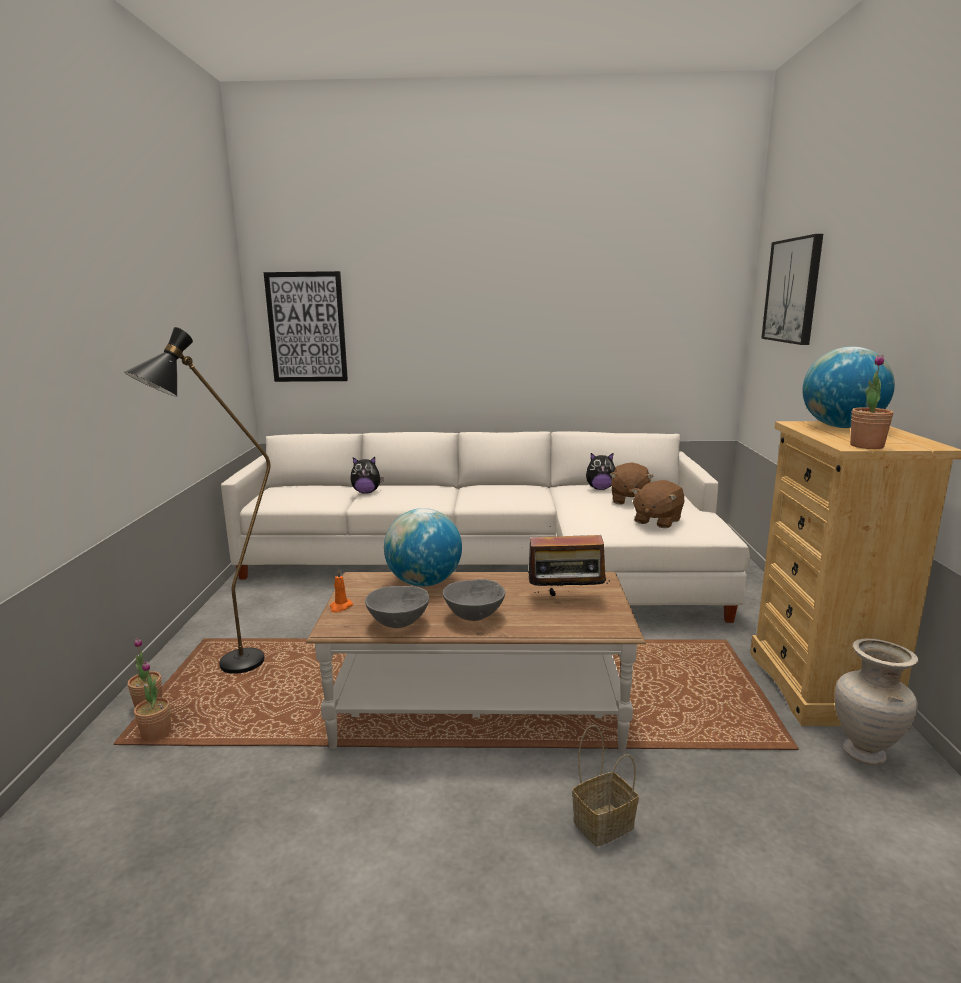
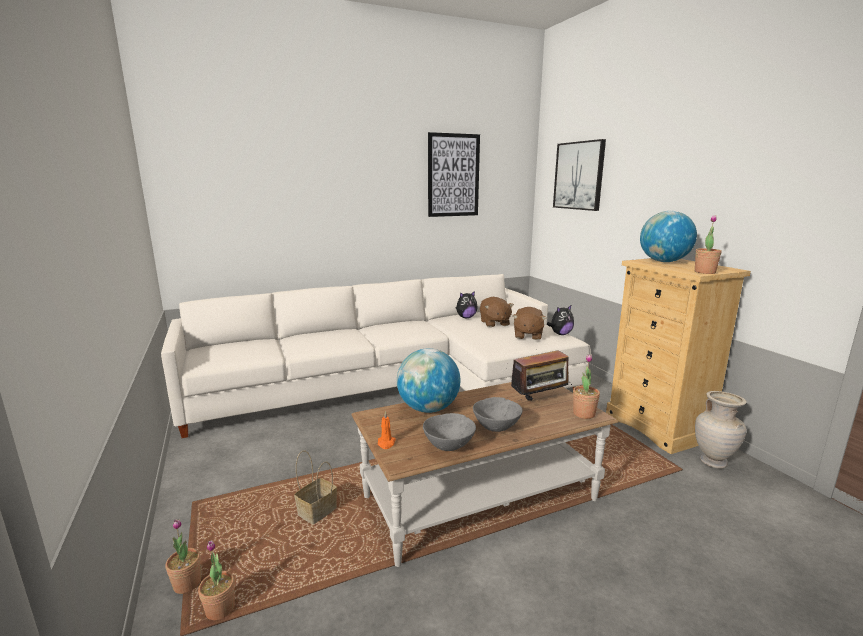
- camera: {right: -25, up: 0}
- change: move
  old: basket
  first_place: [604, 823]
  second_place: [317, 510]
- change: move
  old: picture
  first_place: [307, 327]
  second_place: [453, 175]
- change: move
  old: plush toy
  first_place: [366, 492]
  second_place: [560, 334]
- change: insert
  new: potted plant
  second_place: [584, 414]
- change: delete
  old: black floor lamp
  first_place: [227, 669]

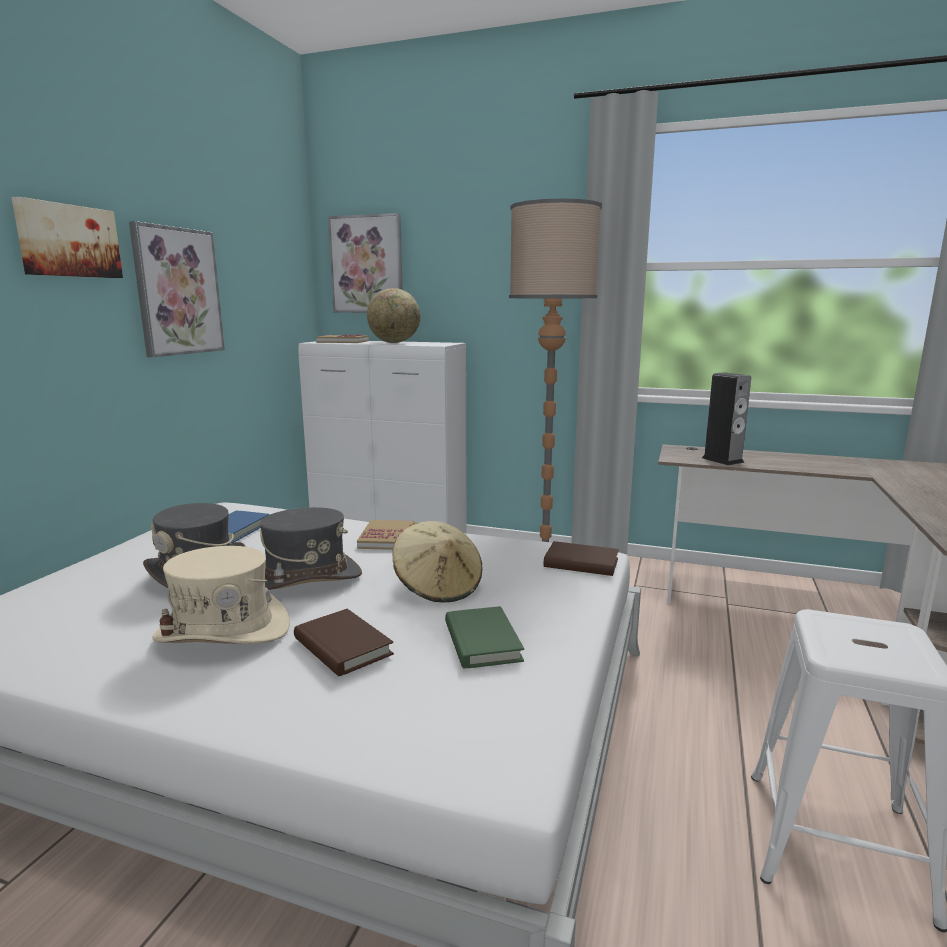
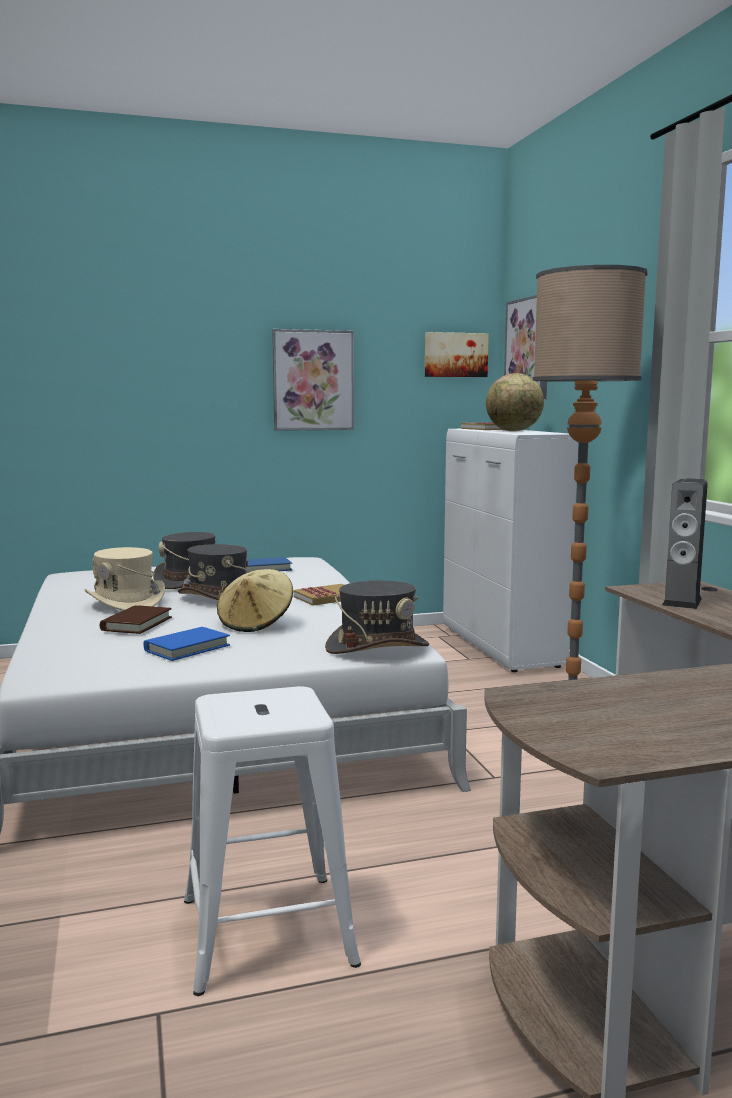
- camera: {right: 55, up: -5}
- change: recolor
  old: green book
  new: blue book
  first_place: [482, 642]
  second_place: [187, 648]
- change: replace
  old: brown book
  new: grey hat
  first_place: [581, 563]
  second_place: [377, 647]
- change: move
  old: picture
  first_place: [68, 241]
  second_place: [455, 355]

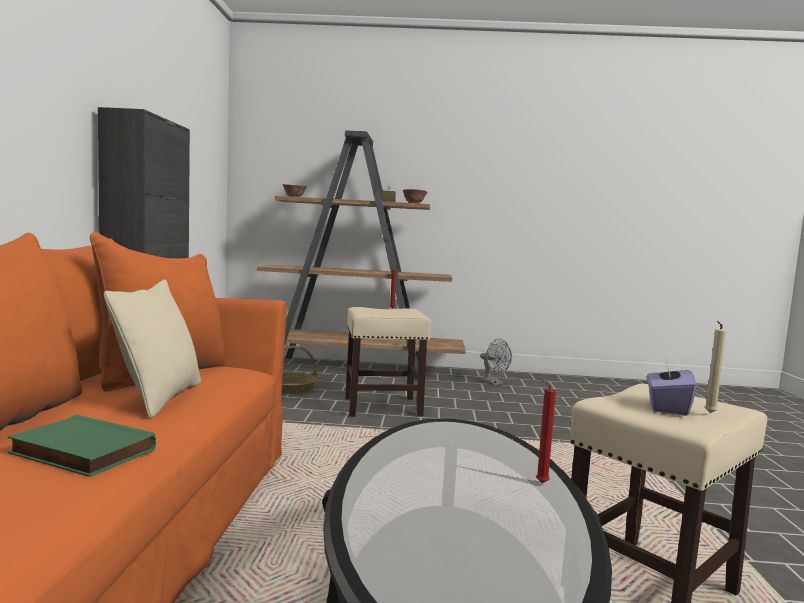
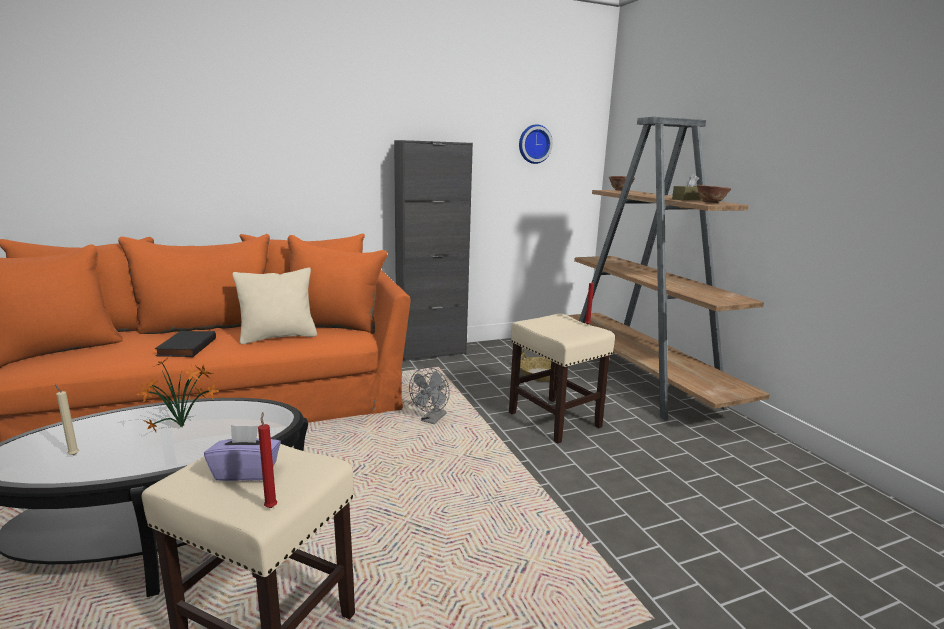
- camera: {right: 65, up: 10}
- change: move
  old: beige candle
  first_place: [709, 413]
  second_place: [73, 454]
- change: insert
  new: potted plant
  second_place: [184, 426]
- change: recolor
  old: green book
  new: black book
  first_place: [80, 453]
  second_place: [186, 347]
- change: move
  old: red candle
  first_place: [539, 483]
  second_place: [271, 506]
- change: move
  old: grey fan
  first_place: [493, 383]
  second_place: [431, 420]
- change: insert
  new: wall clock
  second_place: [534, 144]

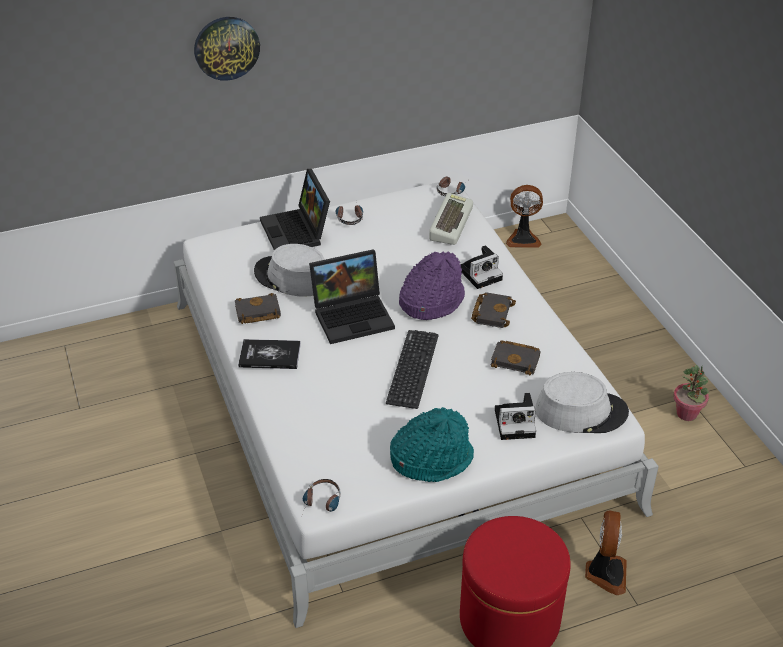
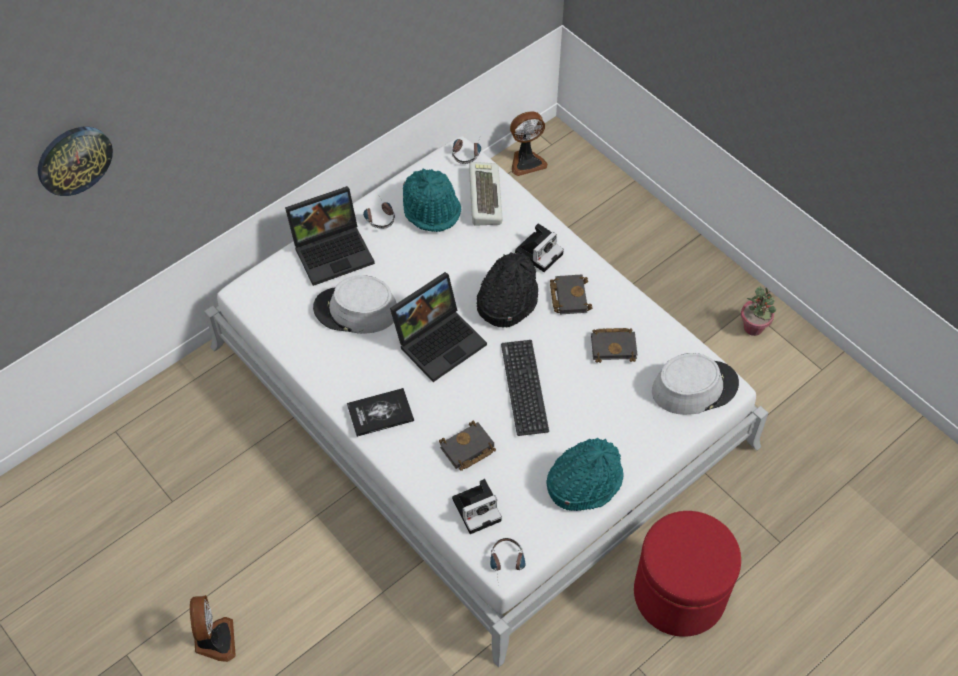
- camera: {right: -20, up: 15}
- change: move
  old: wall clock
  first_place: [226, 48]
  second_place: [74, 160]
- change: move
  old: fan
  first_place: [605, 573]
  second_place: [214, 641]
- change: rotate
  old: laptop
  first_place: [297, 232]
  second_place: [333, 250]
  degrees: -75
- change: insert
  new: turquoise hat
  second_place: [431, 208]
- change: move
  old: black book
  first_place: [257, 313]
  second_place: [467, 450]
- change: move
  old: photo camera
  first_place: [516, 422]
  second_place: [478, 508]
- change: recolor
  old: purple hat
  new: black hat
  first_place: [431, 301]
  second_place: [506, 300]

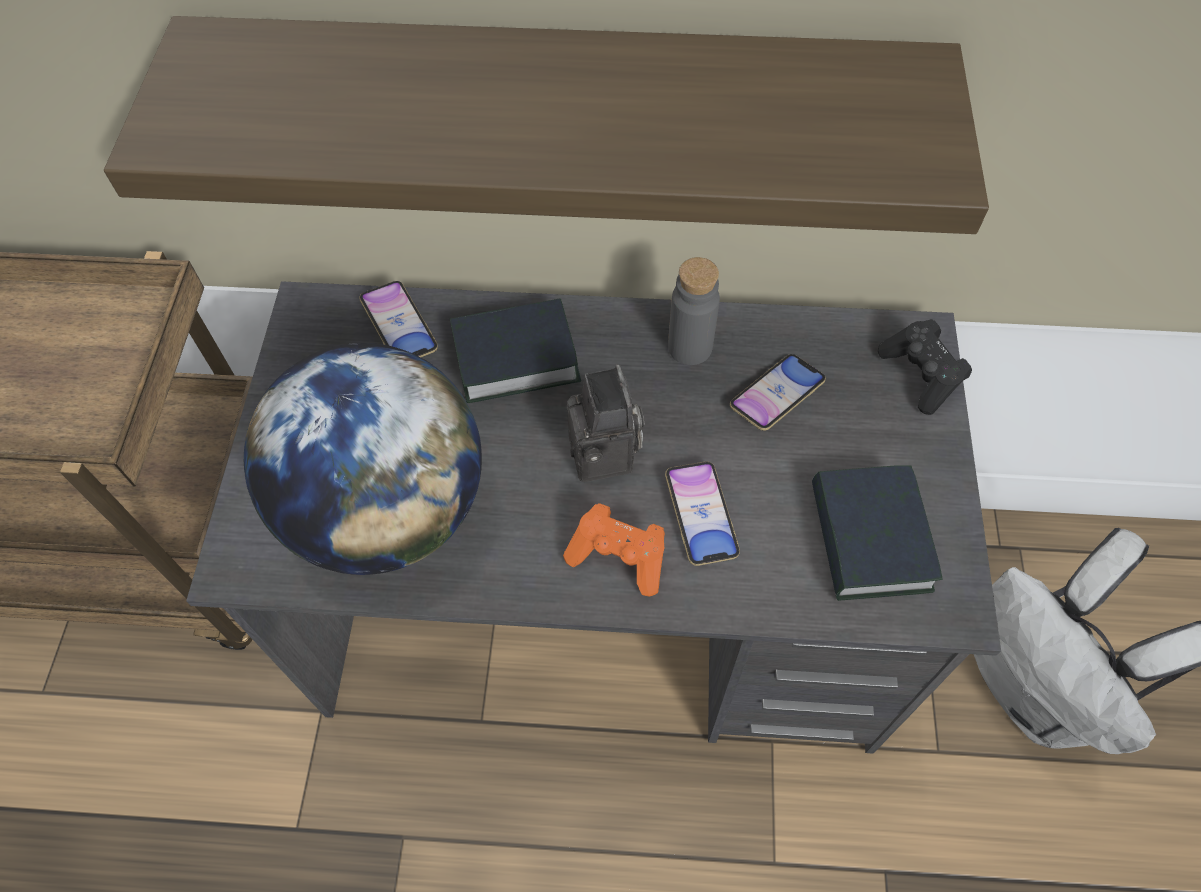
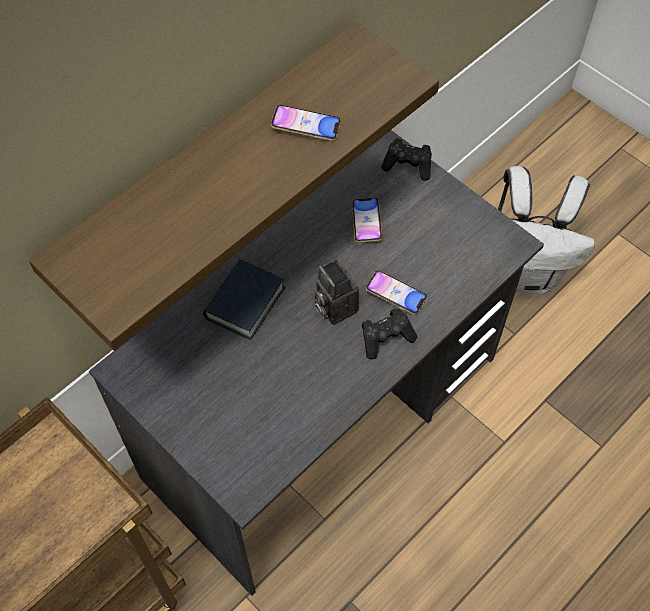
- camera: {right: -50, up: 0}
- change: move
  old: phone
  first_place: [399, 326]
  second_place: [306, 126]
- change: rotate
  old: photo camera
  first_place: [606, 457]
  second_place: [333, 307]
  degrees: -150
- change: recolor
  old: orange game controller
  new: black game controller
  first_place: [619, 557]
  second_place: [386, 338]
- change: delete
  old: globe
  first_place: [388, 510]
- change: delete
  old: grey bottle
  first_place: [690, 347]
- change: delete
  old: book
  first_place: [869, 539]

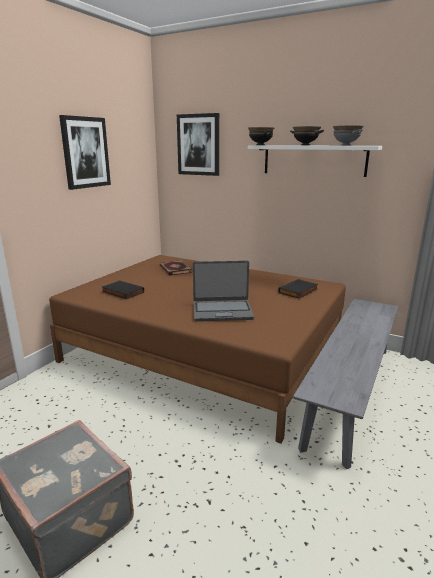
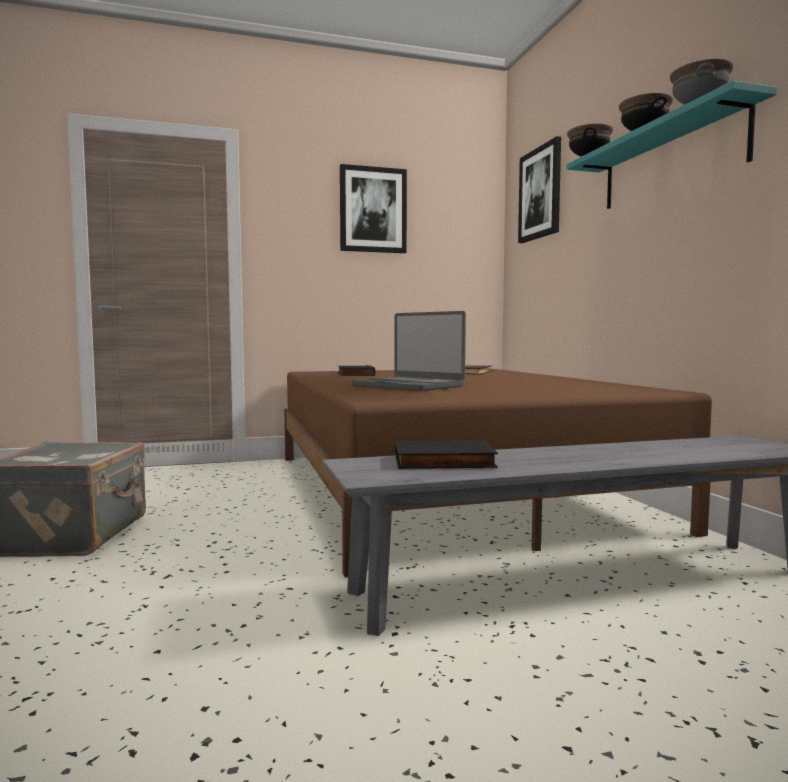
- camera: {right: 45, up: -15}
- change: move
  old: black book
  first_place: [298, 291]
  second_place: [443, 462]
- change: recolor
  old: white shelf
  new: turquoise shelf
  first_place: [314, 160]
  second_place: [670, 161]

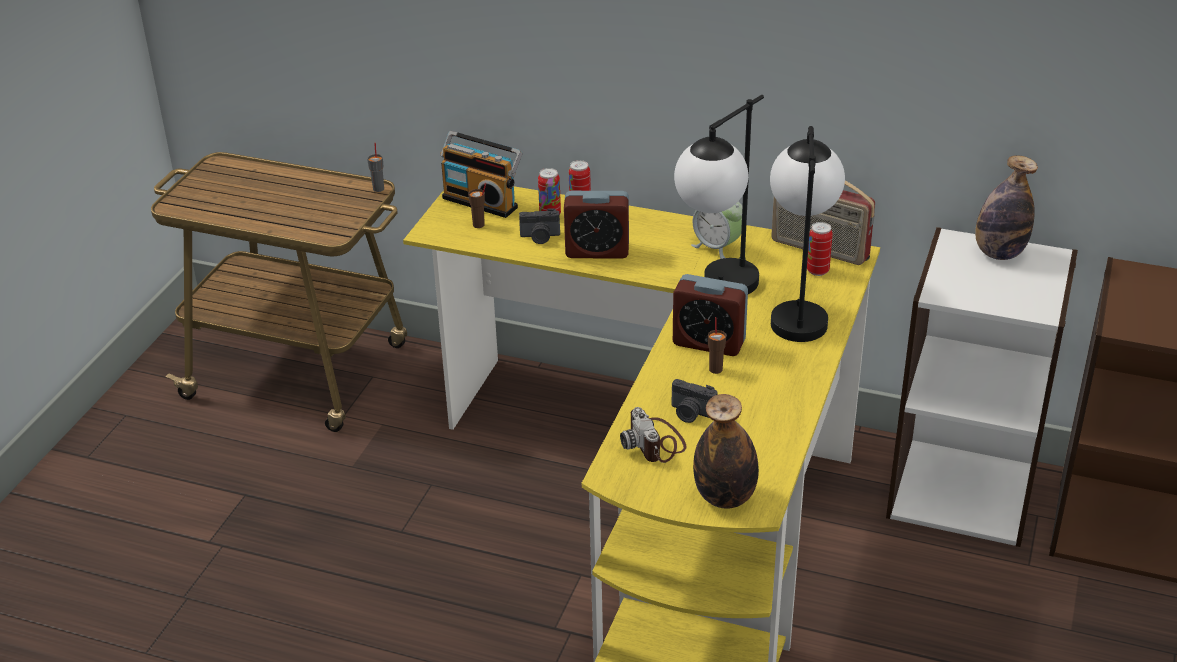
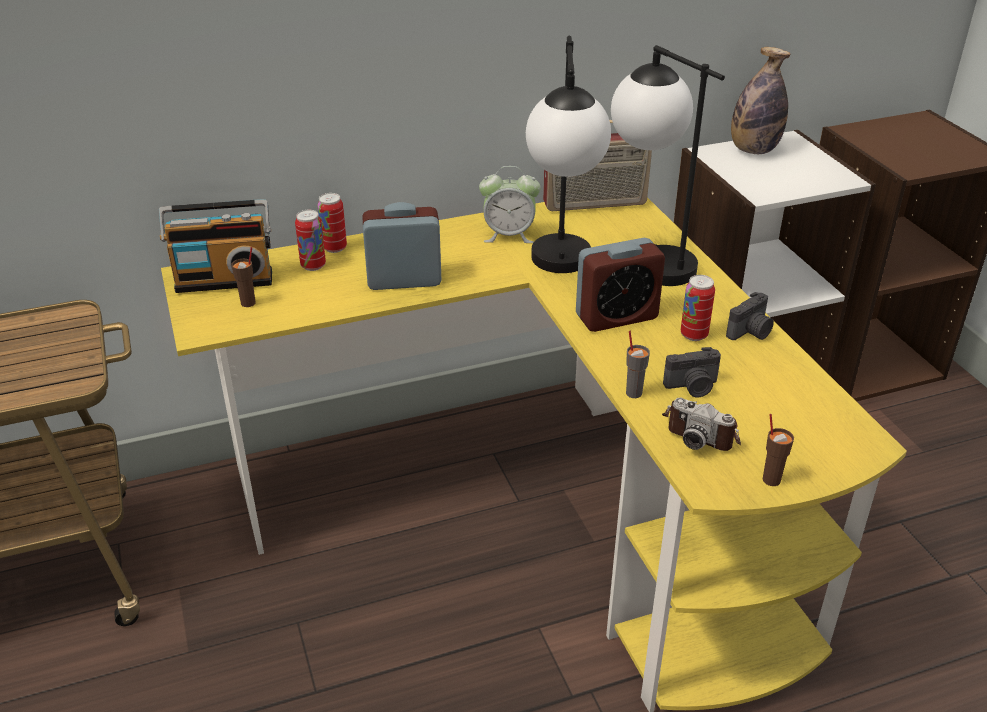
- camera: {right: -40, up: 0}
- change: rotate
  old: alarm clock
  first_place: [597, 251]
  second_place: [404, 280]
  degrees: -150
- change: move
  old: grey cup
  first_place: [378, 188]
  second_place: [633, 392]
- change: move
  old: can
  first_place: [817, 271]
  second_place: [694, 335]
- change: move
  old: photo camera
  first_place: [540, 237]
  second_place: [751, 332]
- change: move
  old: brown cup
  first_place: [716, 369]
  second_place: [771, 479]
- change: delete
  old: bottle
  first_place: [725, 497]

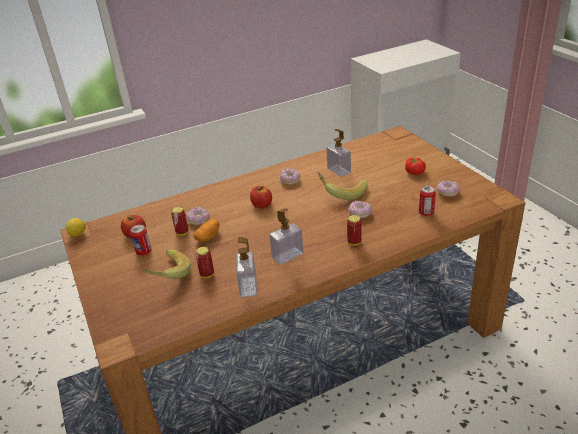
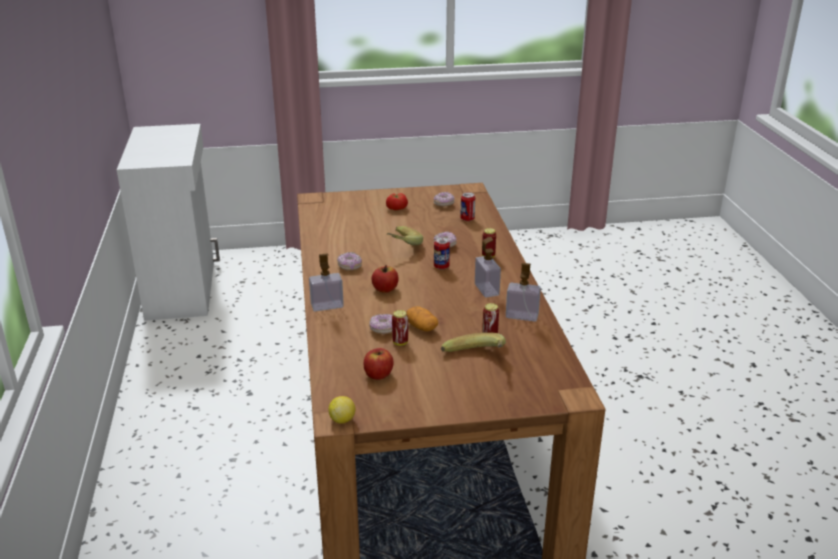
- camera: {right: -75, up: -5}
- change: move
  old: soap dispenser
  first_place: [339, 170]
  second_place: [327, 306]
- change: move
  old: can
  first_place: [144, 252]
  second_place: [441, 266]

